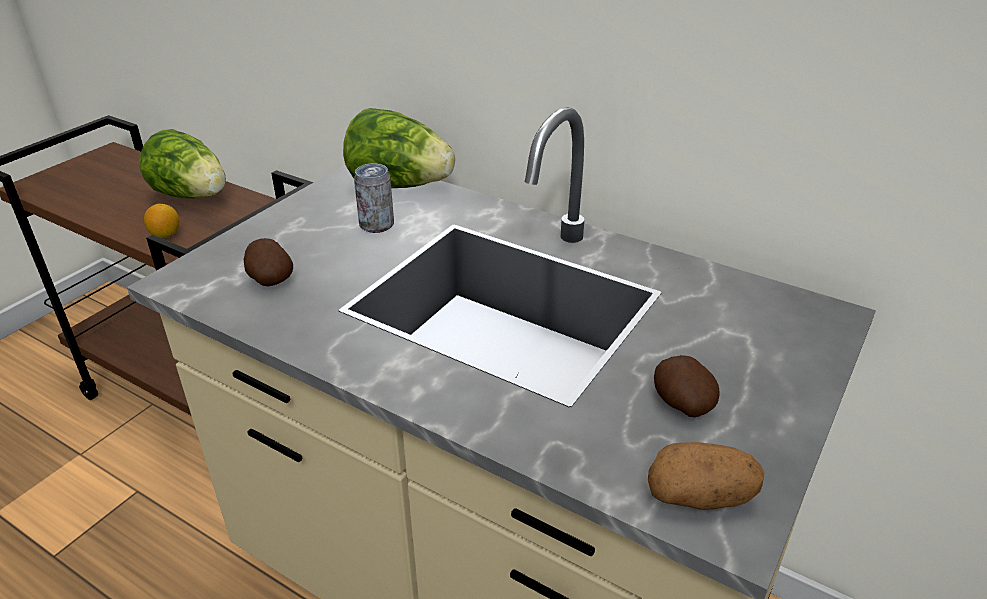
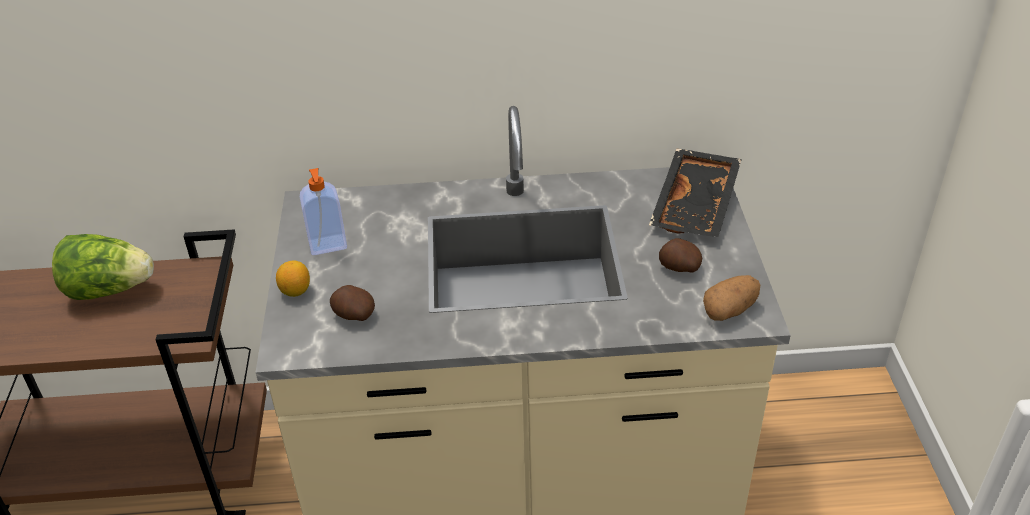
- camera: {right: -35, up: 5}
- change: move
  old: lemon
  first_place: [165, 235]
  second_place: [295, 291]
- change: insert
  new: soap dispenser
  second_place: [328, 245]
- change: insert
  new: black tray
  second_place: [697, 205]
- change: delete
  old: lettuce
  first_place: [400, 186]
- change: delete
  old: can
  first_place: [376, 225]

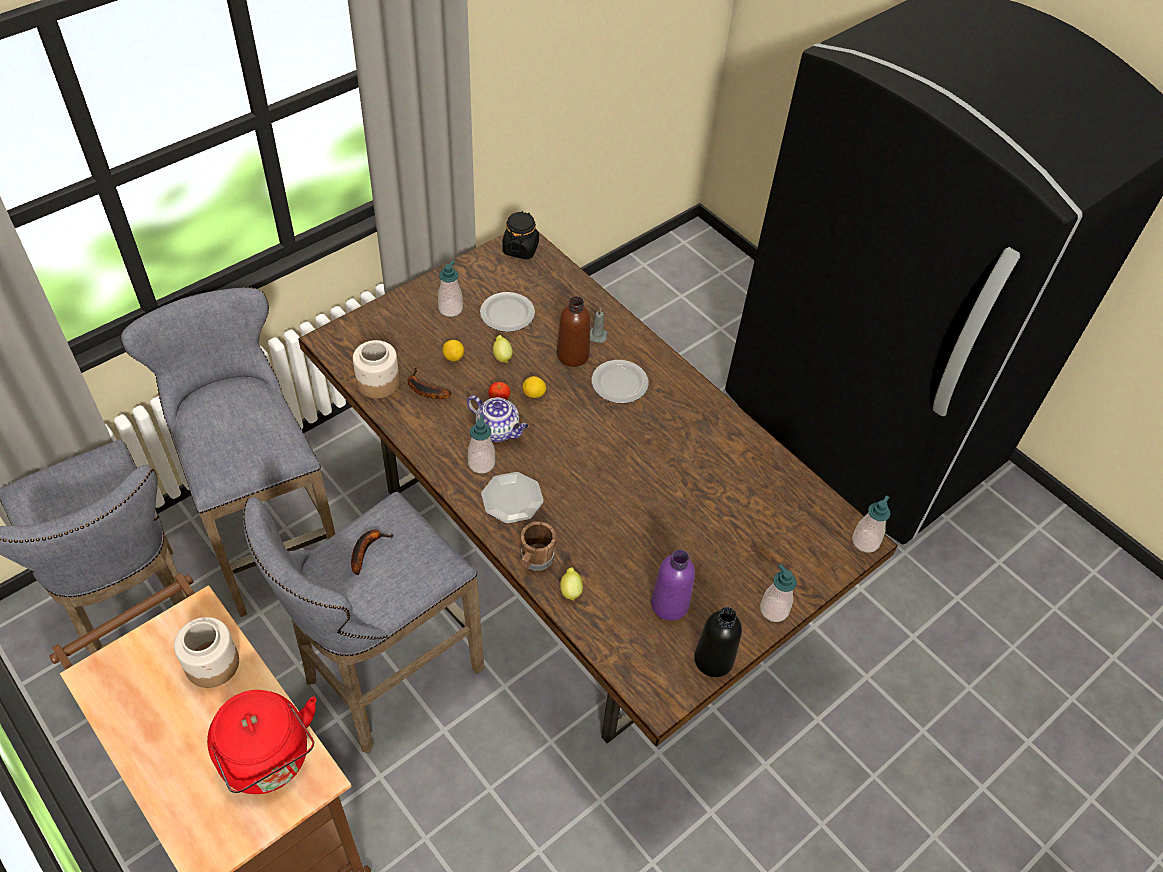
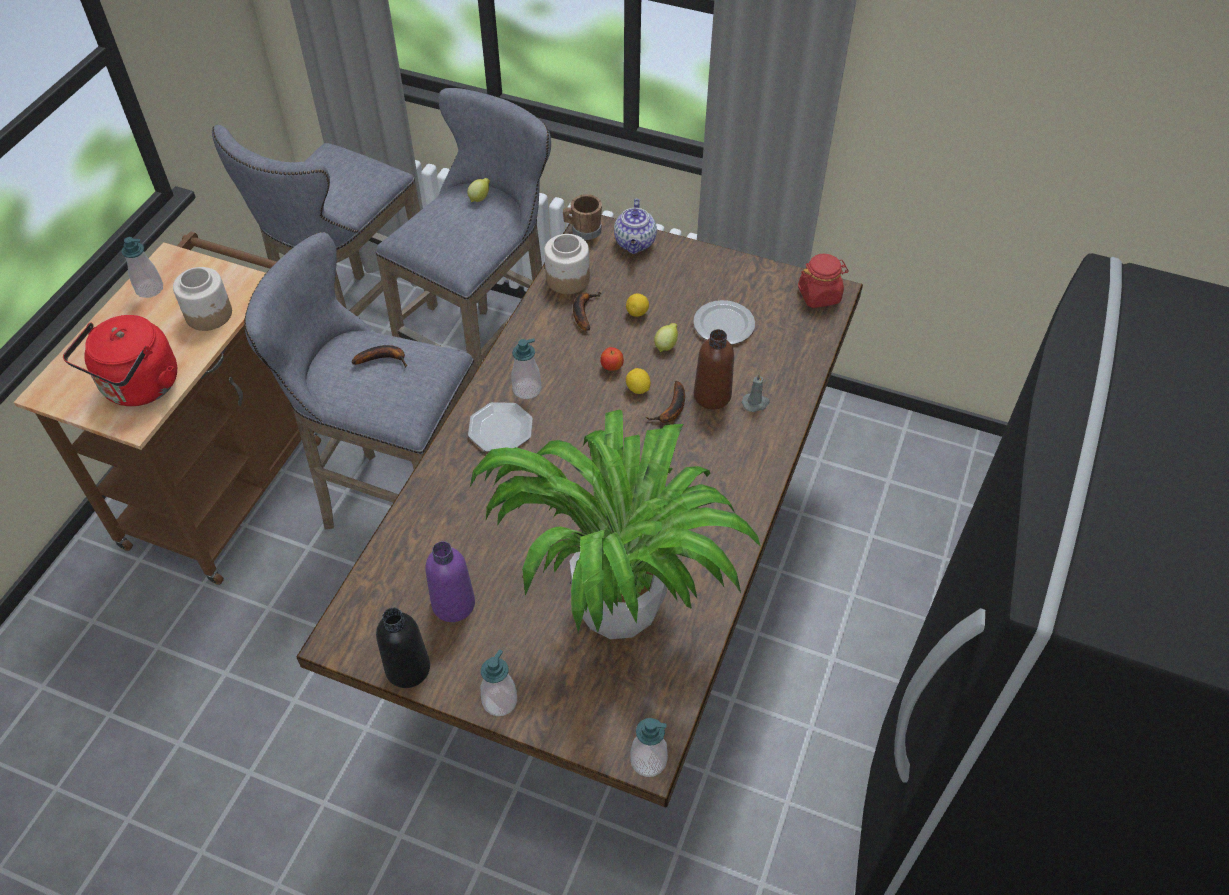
- camera: {right: 65, up: 0}
- change: move
  old: soap dispenser
  first_place: [450, 308]
  second_place: [149, 289]
- change: move
  old: lemon
  first_place: [570, 590]
  second_place: [480, 198]
- change: insert
  new: potted plant
  second_place: [620, 605]
- change: move
  old: brown mug
  first_place: [535, 560]
  second_place: [583, 230]
- change: move
  old: teapot
  first_place: [498, 430]
  second_place: [635, 243]
- change: insert
  new: banana
  second_place: [671, 409]
- change: recolor
  old: black jar
  new: red jar
  first_place: [520, 248]
  second_place: [819, 295]
- change: delete
  old: plate
  first_place: [619, 382]

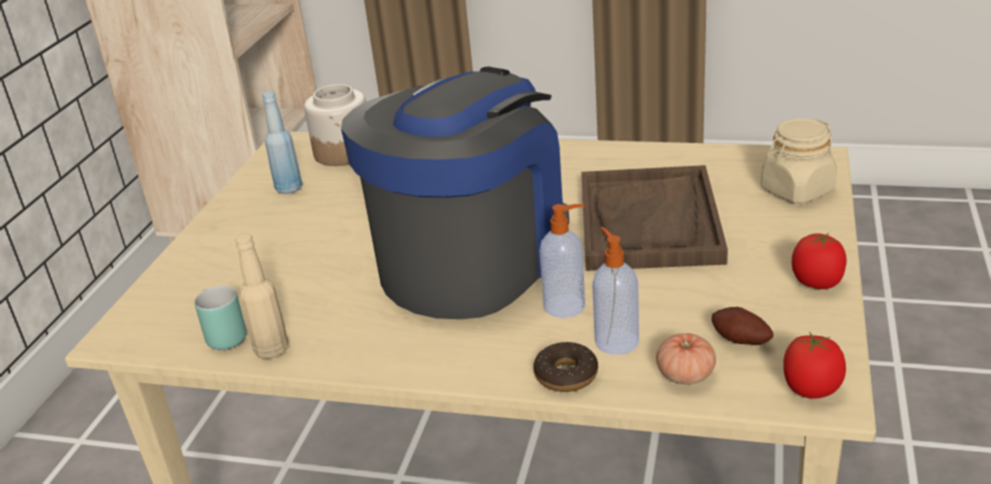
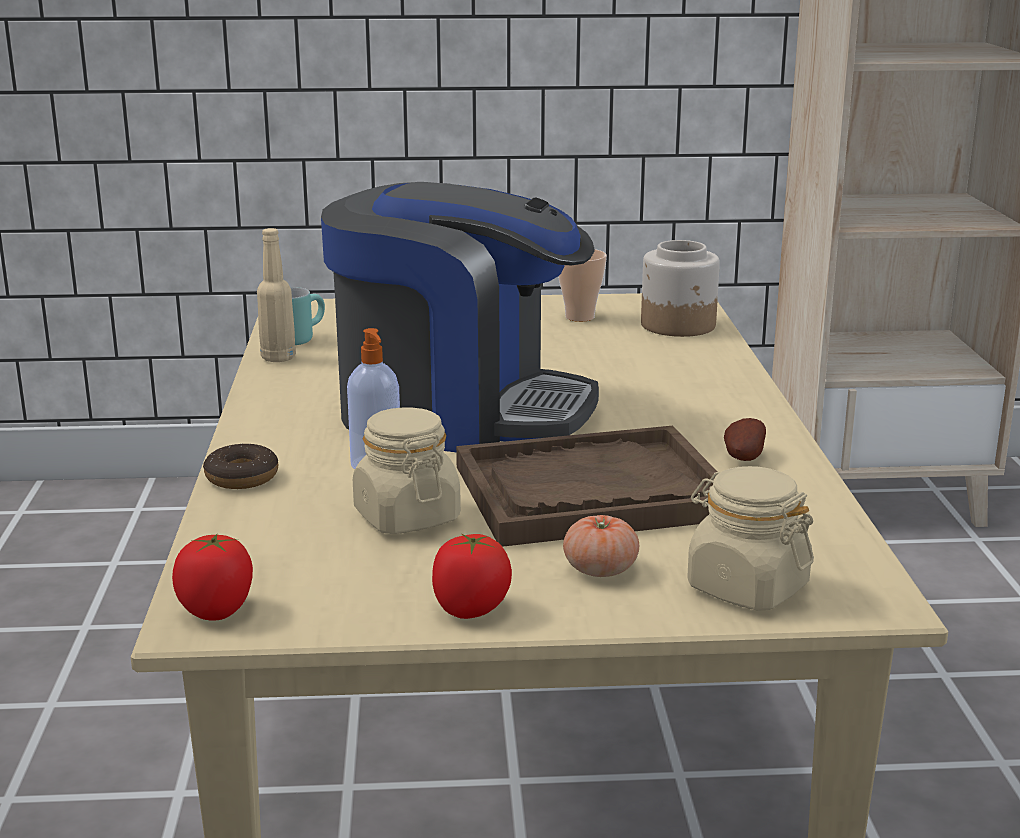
- camera: {right: 70, up: -10}
- change: insert
  new: beige jar
  second_place: [406, 517]
- change: replace
  old: blue bottle
  new: cup
  first_place: [288, 189]
  second_place: [579, 317]
- change: move
  old: tomato
  first_place: [685, 375]
  second_place: [600, 570]
- change: move
  old: potato
  first_place: [740, 342]
  second_place: [742, 457]
- change: delete
  old: soap dispenser
  first_place: [616, 341]

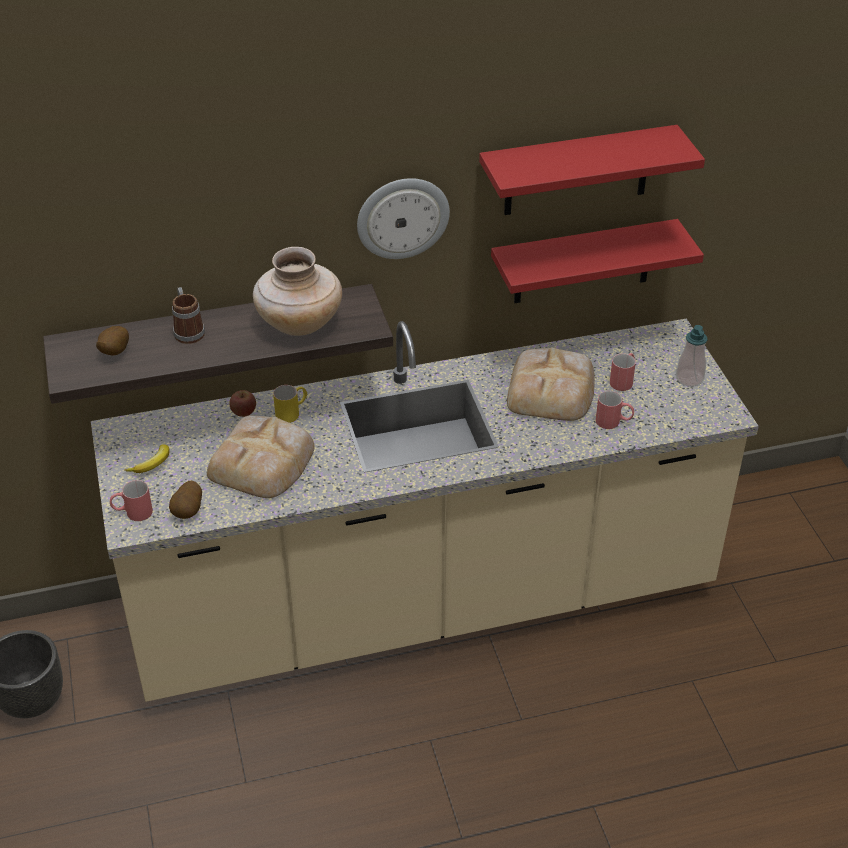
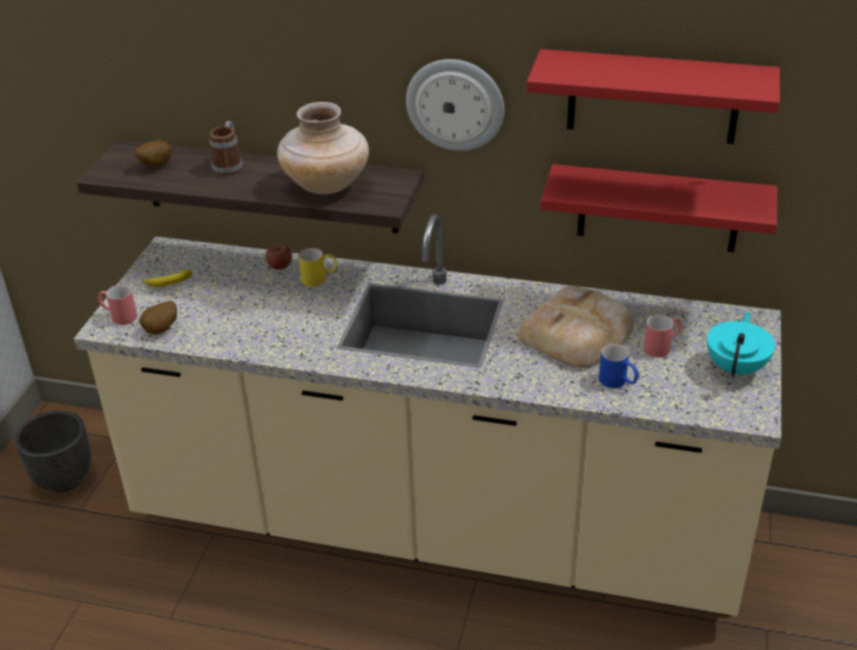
- camera: {right: 30, up: -5}
- change: recolor
  old: red mug
  new: blue mug
  first_place: [614, 422]
  second_place: [618, 383]
- change: replace
  old: soap dispenser
  new: turquoise teapot
  first_place: [689, 378]
  second_place: [737, 367]
- change: delete
  old: bread
  first_place: [263, 462]

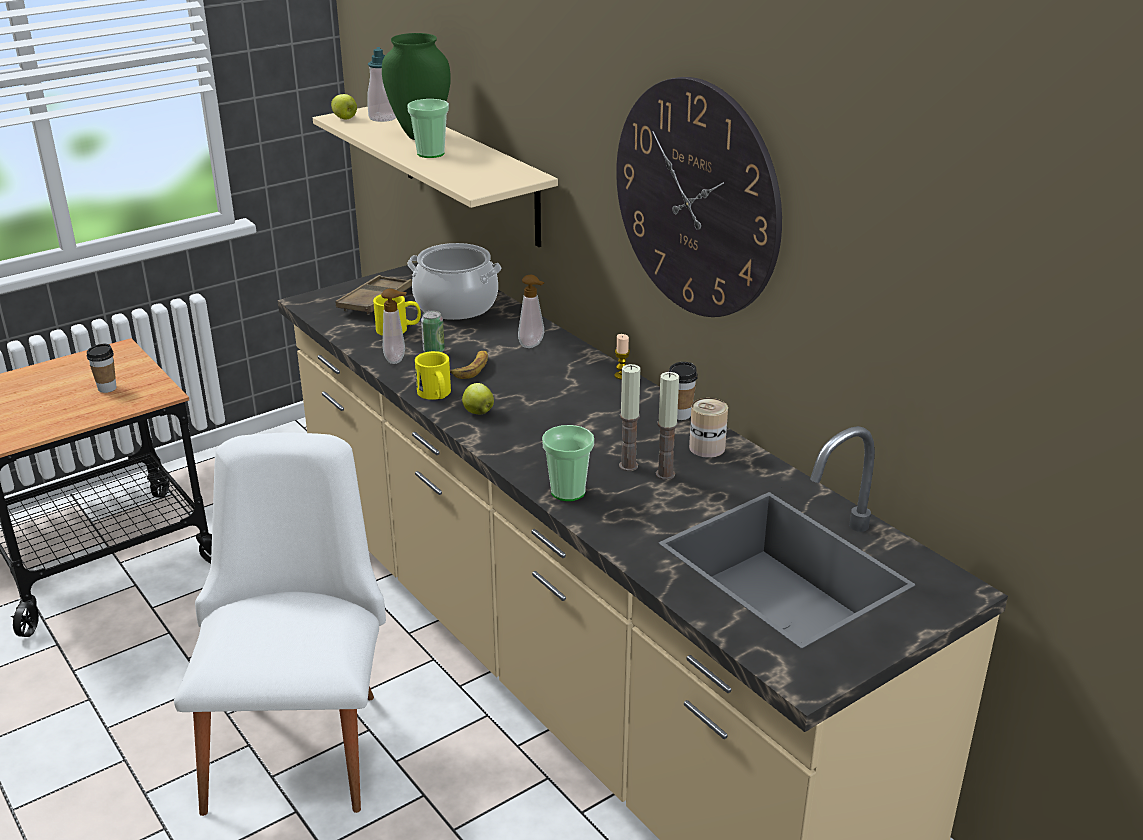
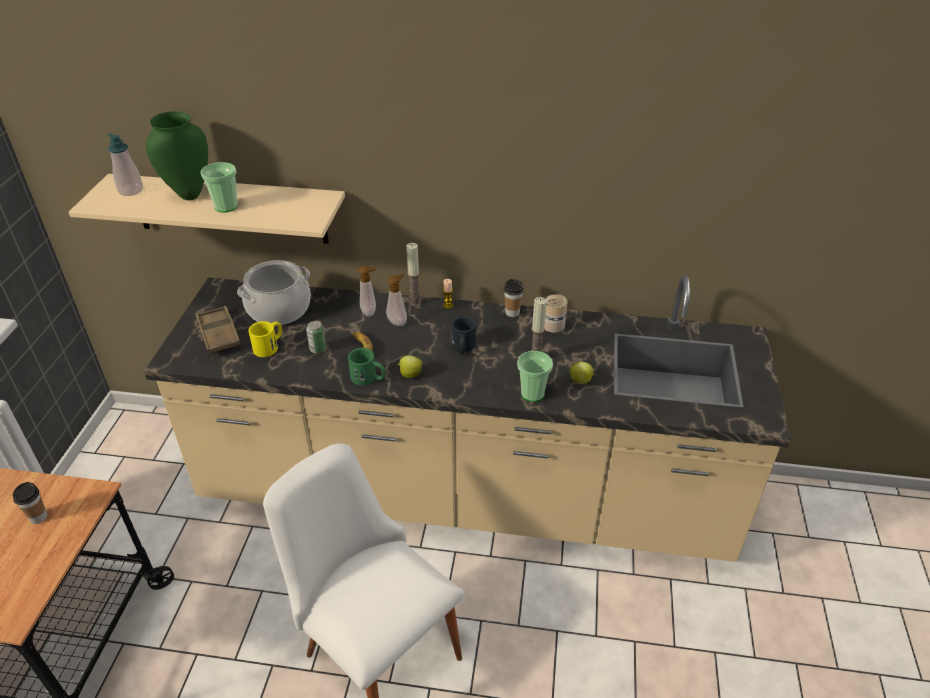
- camera: {right: -45, up: 10}
- change: recolor
  old: yellow mug
  new: green mug
  first_place: [436, 395]
  second_place: [368, 378]
- change: move
  old: soap dispenser
  first_place: [397, 360]
  second_place: [398, 321]
- change: move
  old: candle
  first_place: [665, 474]
  second_place: [415, 302]
- change: insert
  new: black mug
  second_place: [463, 348]
- change: move
  old: apple
  first_place: [345, 118]
  second_place: [581, 381]
- change: delete
  old: wall clock
  first_place: [696, 199]

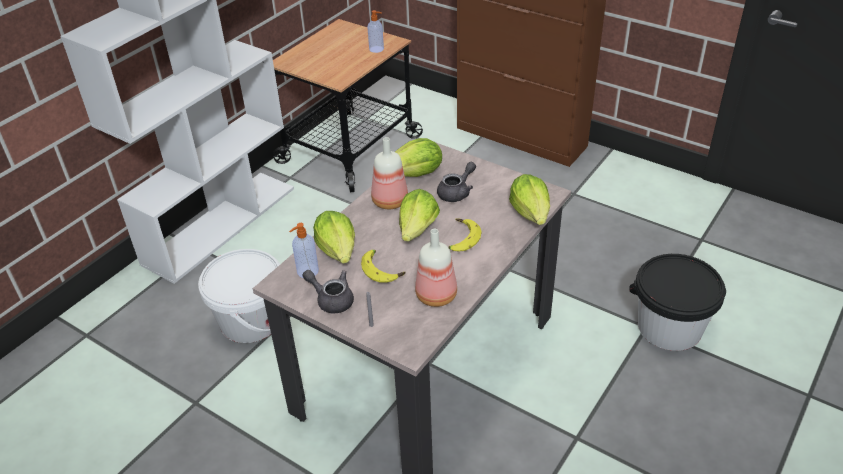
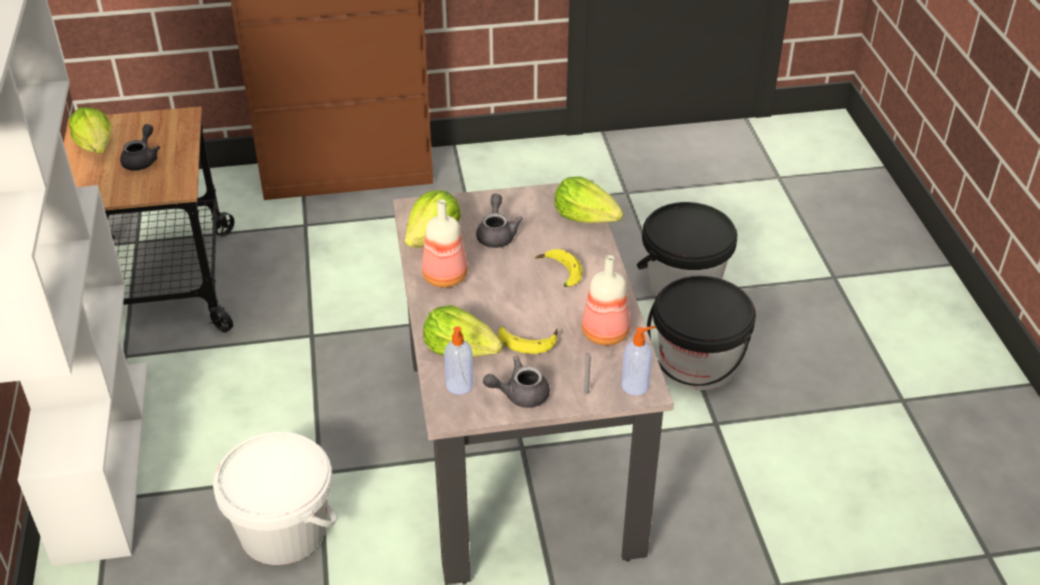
- camera: {right: -45, up: 0}
- change: move
  old: lettuce
  first_place: [417, 229]
  second_place: [96, 146]
- change: insert
  new: grey teapot
  second_place: [142, 160]
- change: move
  old: soap dispenser
  first_place: [377, 49]
  second_place: [636, 385]
- change: insert
  new: black bucket
  second_place: [697, 364]

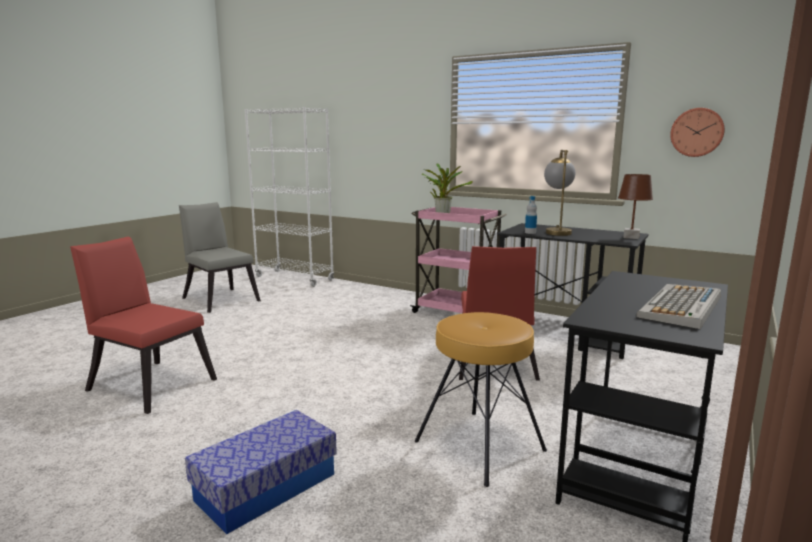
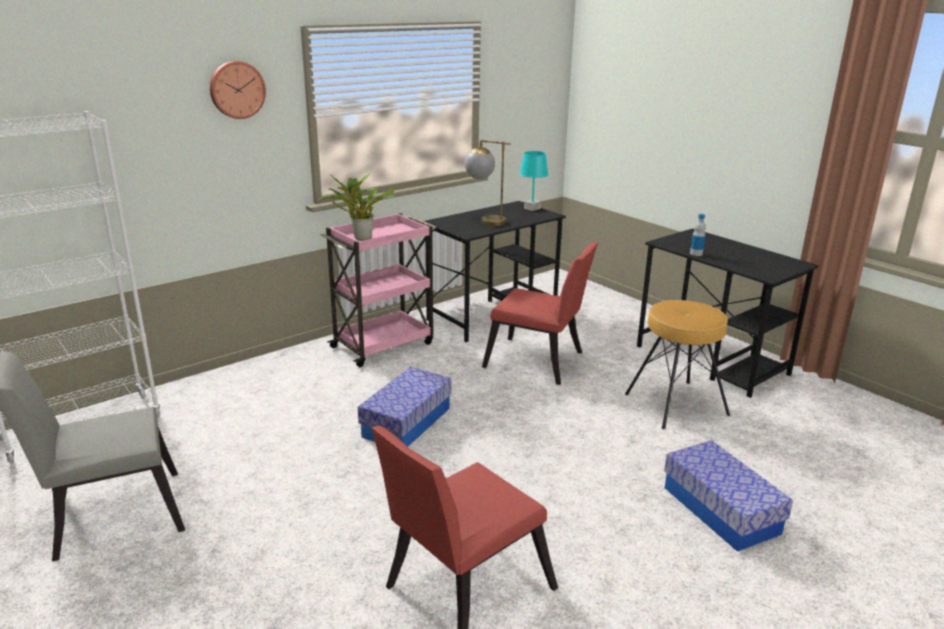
- camera: {right: -70, up: 10}
- change: move
  old: wall clock
  first_place: [697, 132]
  second_place: [236, 89]
- change: insert
  new: storage box
  second_place: [407, 422]
- change: recolor
  old: brown table lamp
  new: turquoise table lamp
  first_place: [631, 237]
  second_place: [532, 208]
- change: move
  old: bottle
  first_place: [530, 232]
  second_place: [696, 253]
- change: delete
  old: keyboard
  first_place: [681, 307]

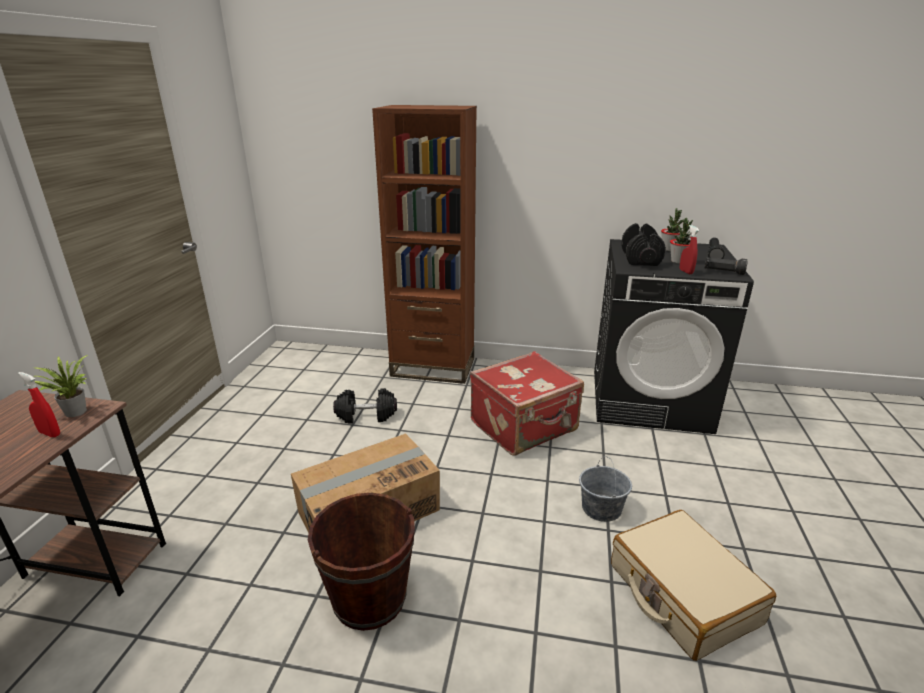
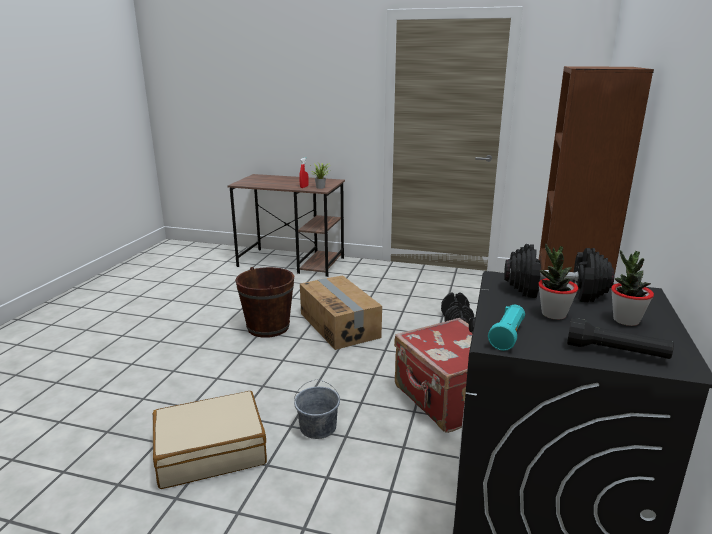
- camera: {right: 95, up: -5}
- change: recolor
  old: black flashlight
  new: turquoise flashlight
  first_place: [723, 272]
  second_place: [507, 336]
- change: delete
  old: red spray bottle
  first_place: [686, 272]

